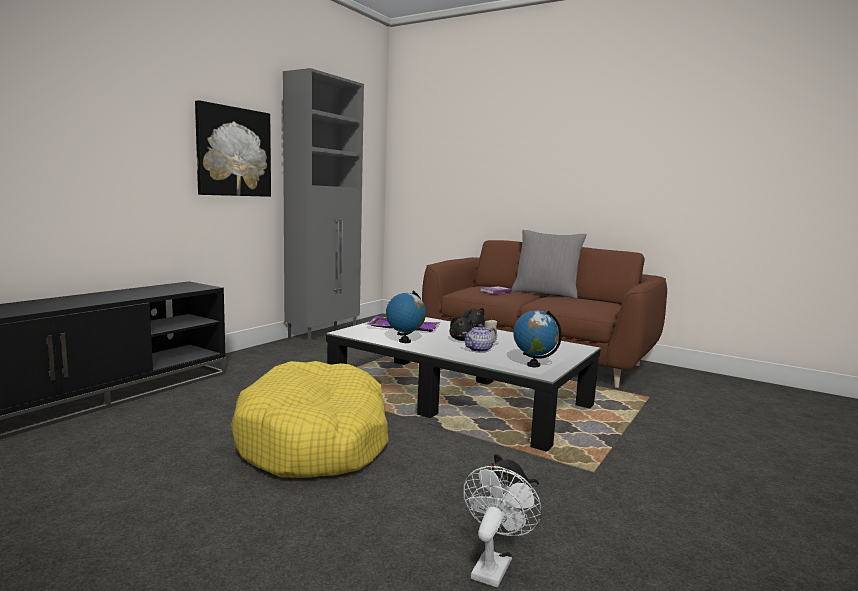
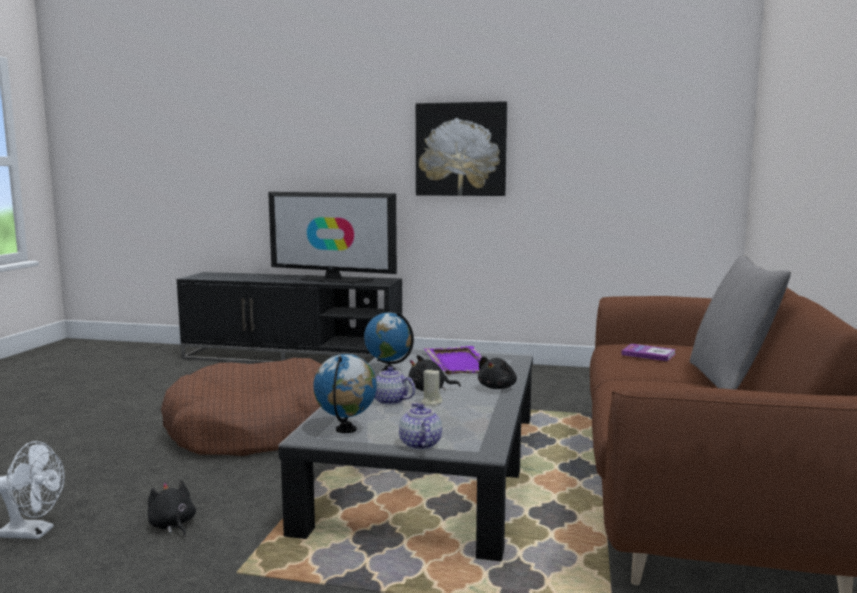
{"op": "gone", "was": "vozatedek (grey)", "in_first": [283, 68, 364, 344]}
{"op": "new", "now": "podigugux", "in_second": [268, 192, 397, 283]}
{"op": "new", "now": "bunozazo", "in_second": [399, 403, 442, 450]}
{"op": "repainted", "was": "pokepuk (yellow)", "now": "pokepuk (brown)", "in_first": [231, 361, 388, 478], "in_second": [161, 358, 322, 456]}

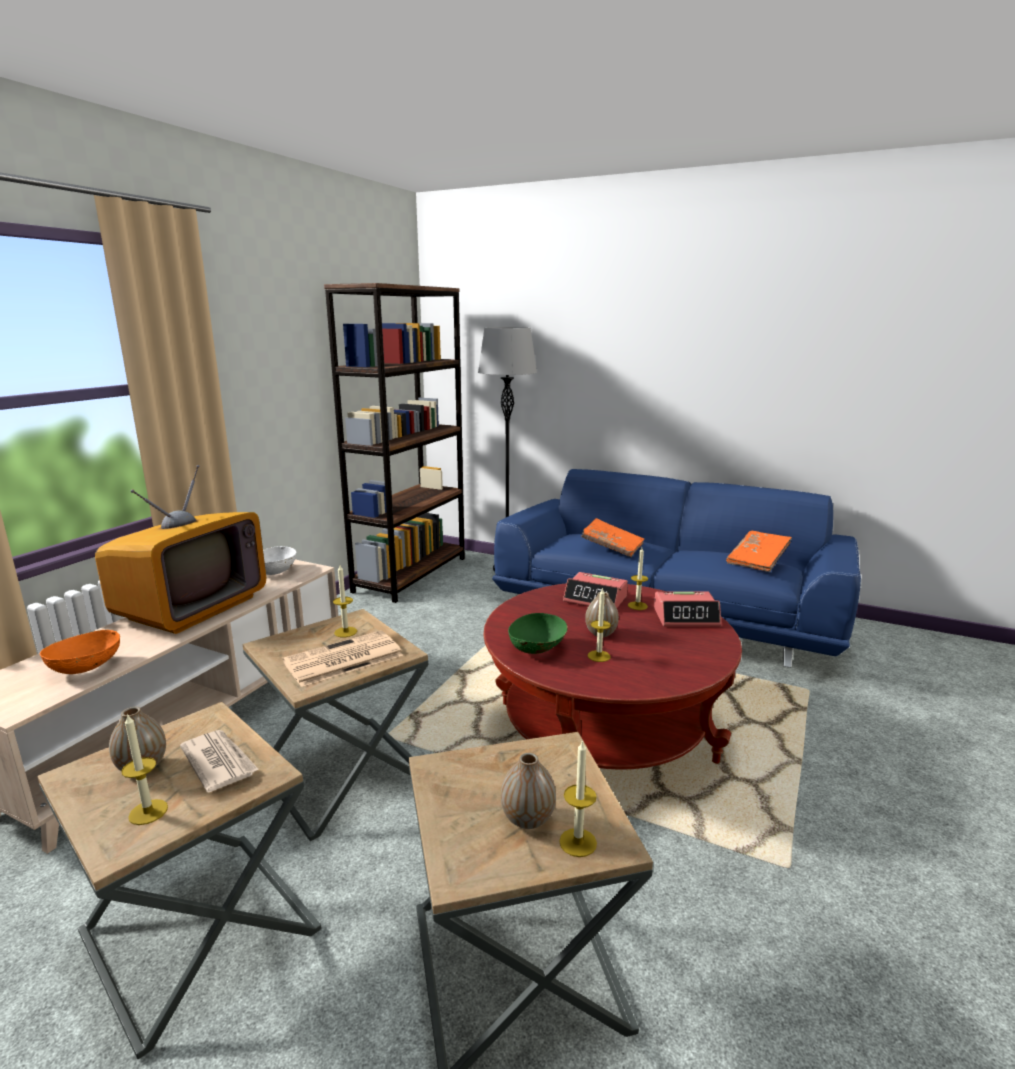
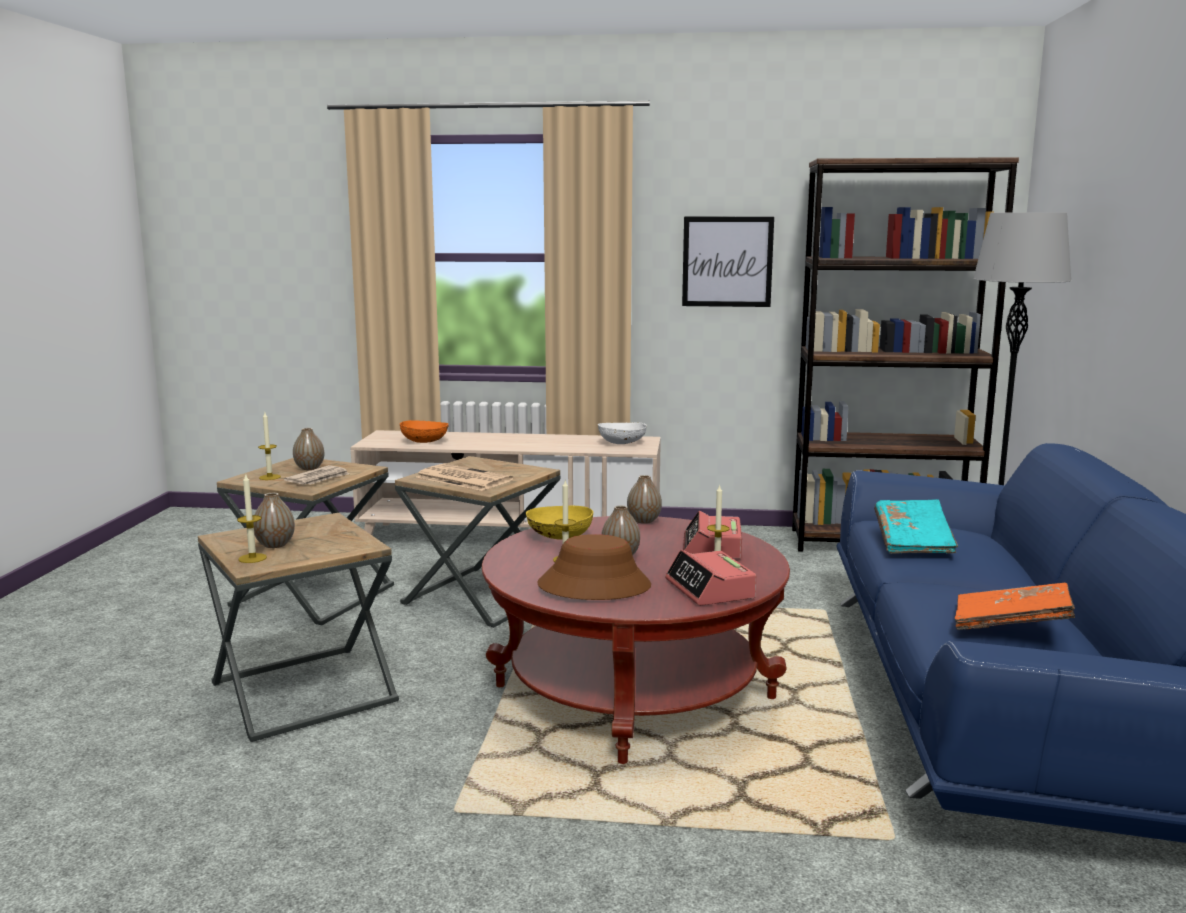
{"op": "gone", "was": "podigugux", "in_first": [95, 465, 266, 634]}
{"op": "gone", "was": "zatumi", "in_first": [333, 565, 357, 637]}
{"op": "new", "now": "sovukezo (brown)", "in_second": [537, 534, 651, 600]}
{"op": "new", "now": "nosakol", "in_second": [627, 475, 662, 524]}
{"op": "new", "now": "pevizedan", "in_second": [682, 217, 774, 307]}
{"op": "repainted", "was": "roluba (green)", "now": "roluba (yellow)", "in_first": [508, 613, 567, 654], "in_second": [526, 506, 593, 540]}
{"op": "repainted", "was": "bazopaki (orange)", "now": "bazopaki (turquoise)", "in_first": [581, 518, 644, 557], "in_second": [874, 499, 958, 553]}

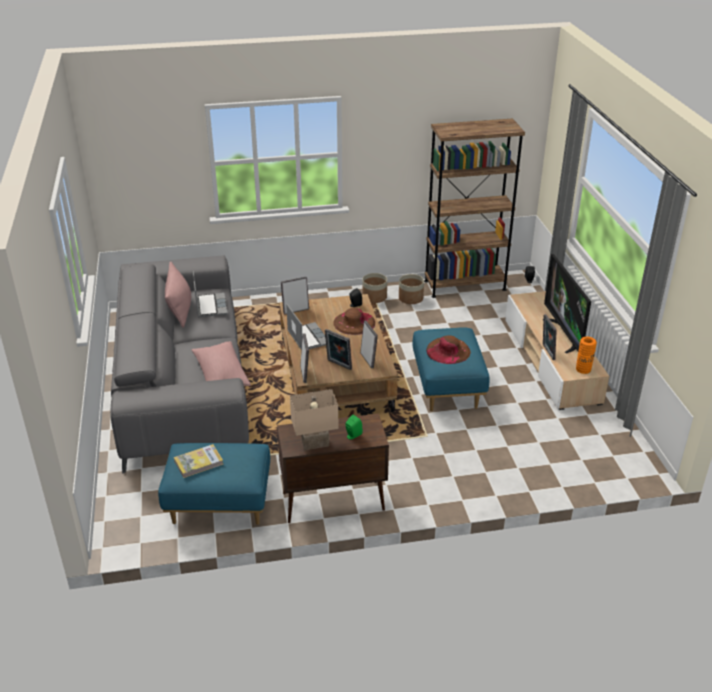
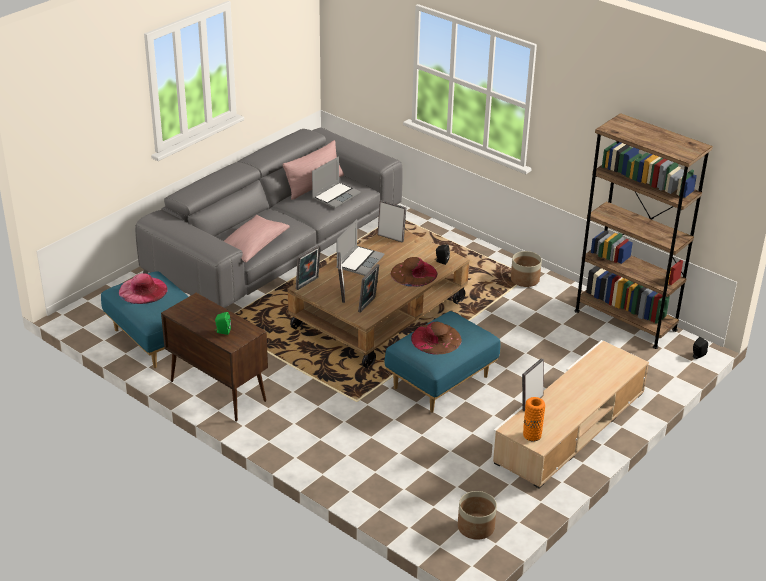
{"op": "gone", "was": "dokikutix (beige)", "in_first": [290, 389, 339, 450]}
{"op": "gone", "was": "podigugux", "in_first": [544, 254, 591, 354]}
{"op": "shifted", "was": "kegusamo", "in_first": [399, 274, 424, 304], "in_second": [458, 491, 497, 540]}
{"op": "swapped", "was": "bazopaki", "now": "sovukezo (pink)", "in_first": [174, 444, 223, 478], "in_second": [119, 273, 168, 304]}

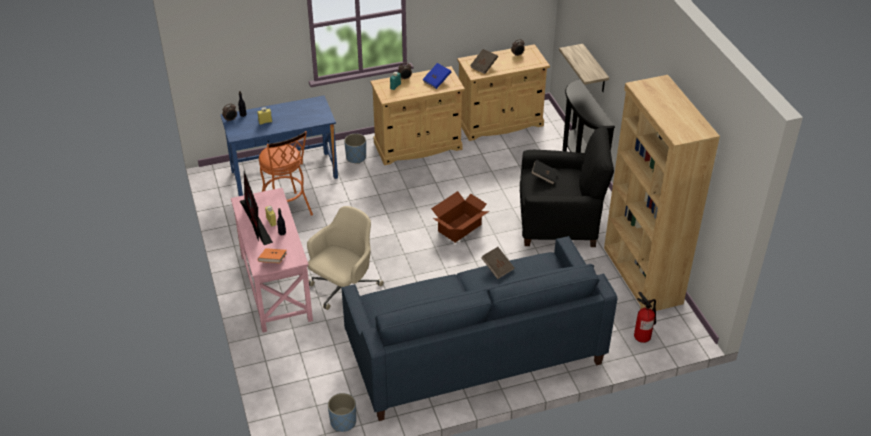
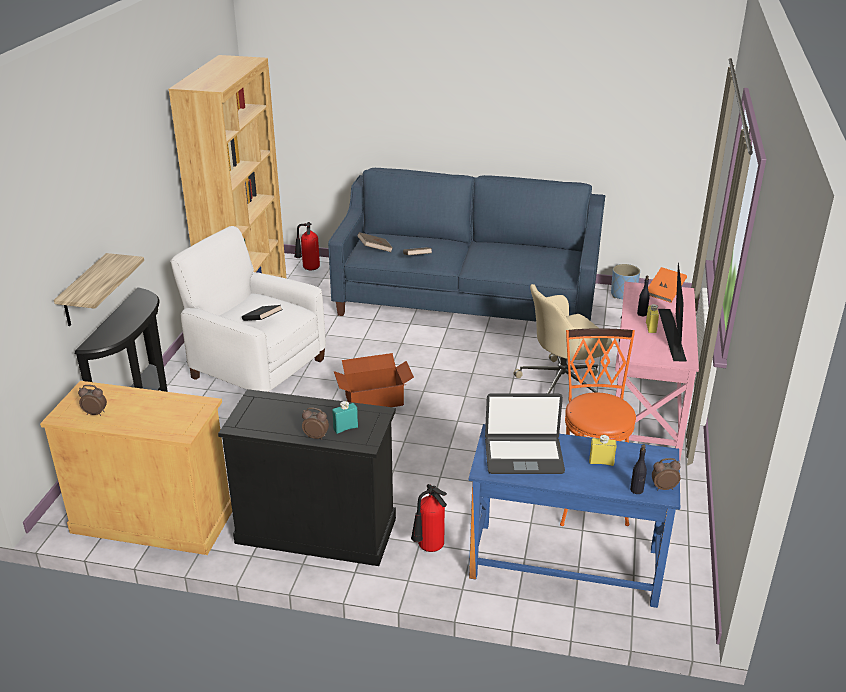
{"op": "gone", "was": "bazopaki (blue)", "in_first": [422, 63, 451, 89]}
{"op": "new", "now": "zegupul", "in_second": [485, 394, 565, 474]}
{"op": "shifted", "was": "bazopaki (brown)", "in_first": [470, 49, 498, 74], "in_second": [357, 232, 393, 252]}
{"op": "swapped", "was": "kegusamo (blue)", "now": "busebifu", "in_first": [344, 134, 366, 164], "in_second": [411, 484, 447, 552]}
{"op": "repainted", "was": "vozatedek (beige)", "now": "vozatedek (black)", "in_first": [370, 66, 465, 165], "in_second": [218, 389, 396, 566]}
{"op": "repainted", "was": "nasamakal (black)", "now": "nasamakal (white)", "in_first": [520, 127, 614, 247], "in_second": [170, 226, 326, 392]}

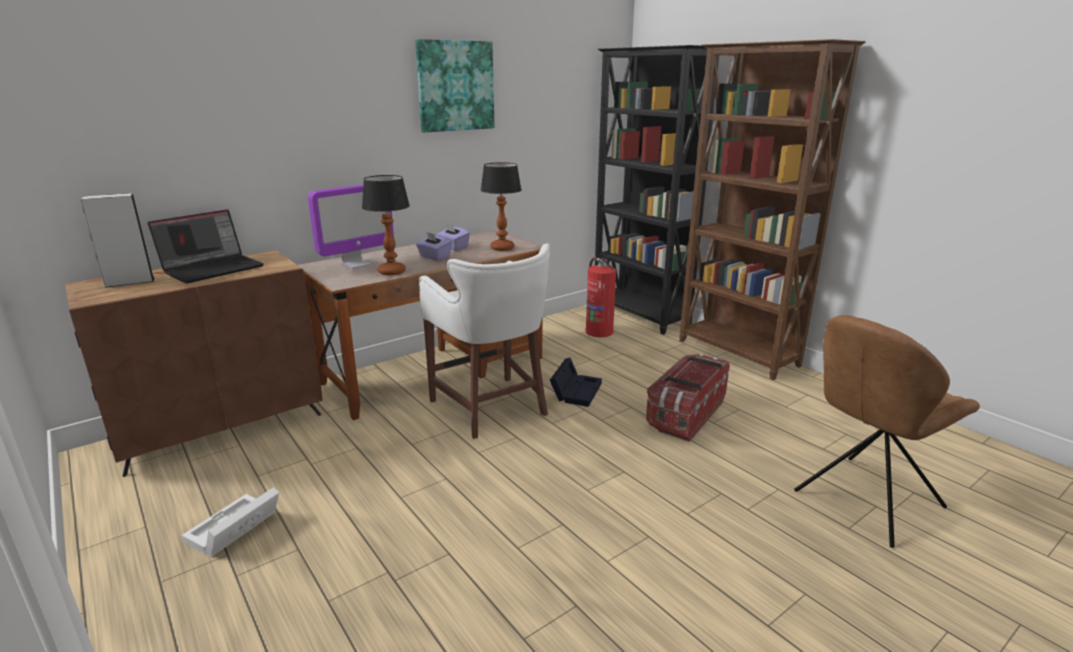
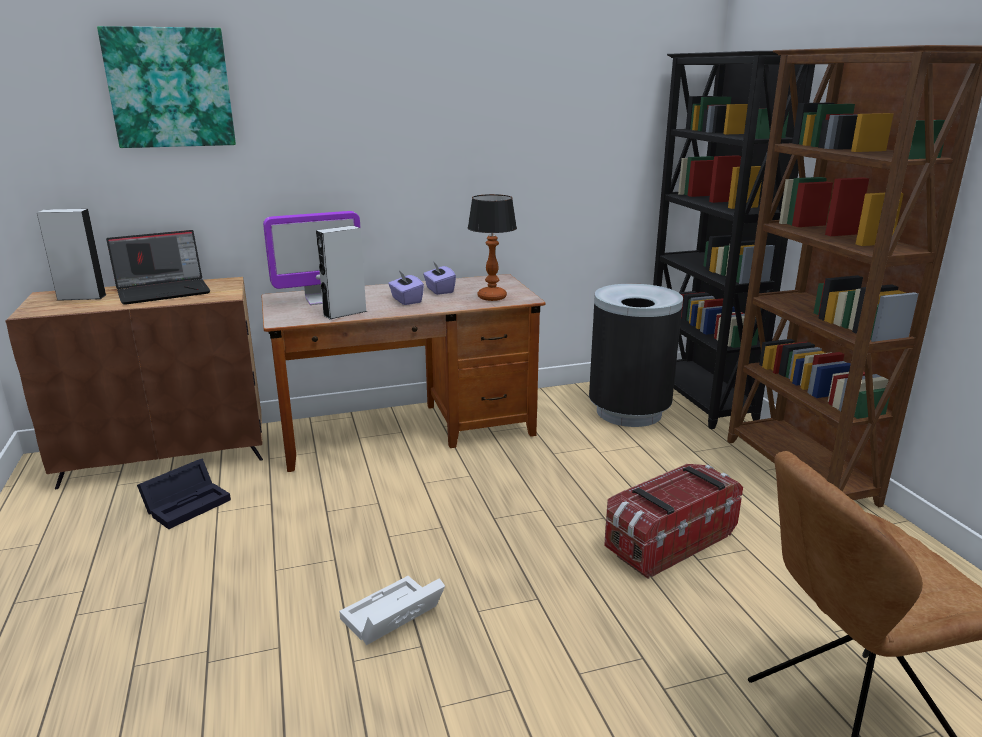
{"op": "gone", "was": "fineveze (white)", "in_first": [419, 243, 550, 439]}
{"op": "shifted", "was": "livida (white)", "in_first": [182, 487, 279, 557], "in_second": [339, 576, 445, 645]}
{"op": "shifted", "was": "pevizedan", "in_first": [415, 39, 495, 132], "in_second": [97, 26, 236, 148]}
{"op": "shifted", "was": "livida (black)", "in_first": [550, 358, 602, 407], "in_second": [137, 459, 231, 529]}
{"op": "swapped", "was": "dokikutix", "now": "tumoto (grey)", "in_first": [362, 175, 410, 275], "in_second": [316, 226, 367, 319]}
{"op": "swapped", "was": "busebifu", "now": "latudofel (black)", "in_first": [585, 255, 616, 337], "in_second": [589, 283, 683, 427]}

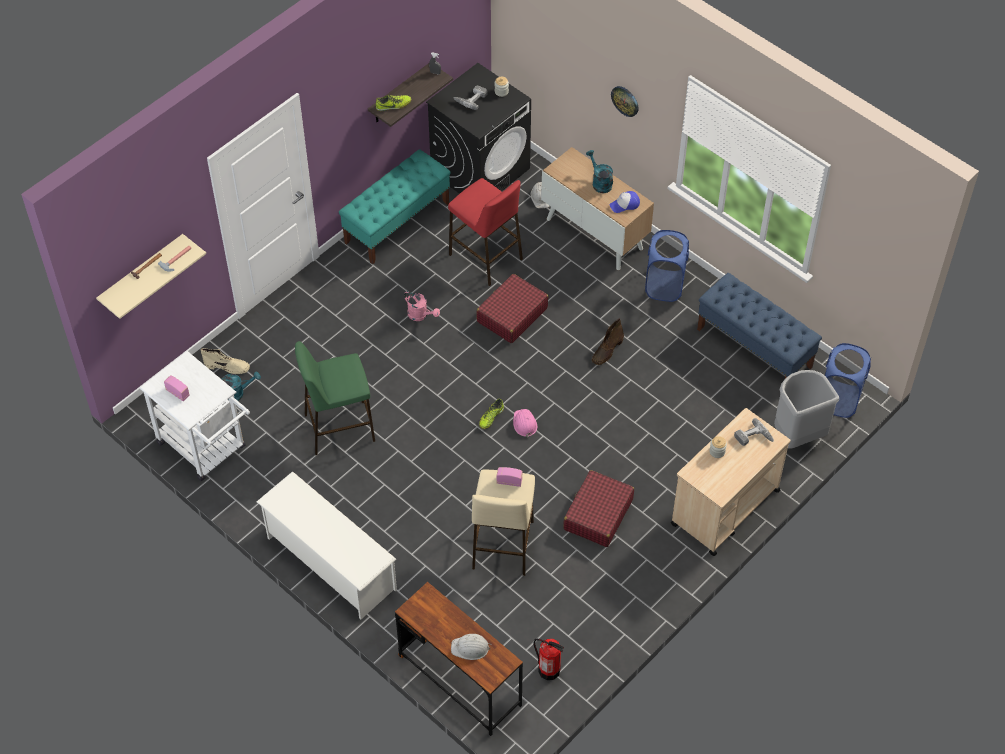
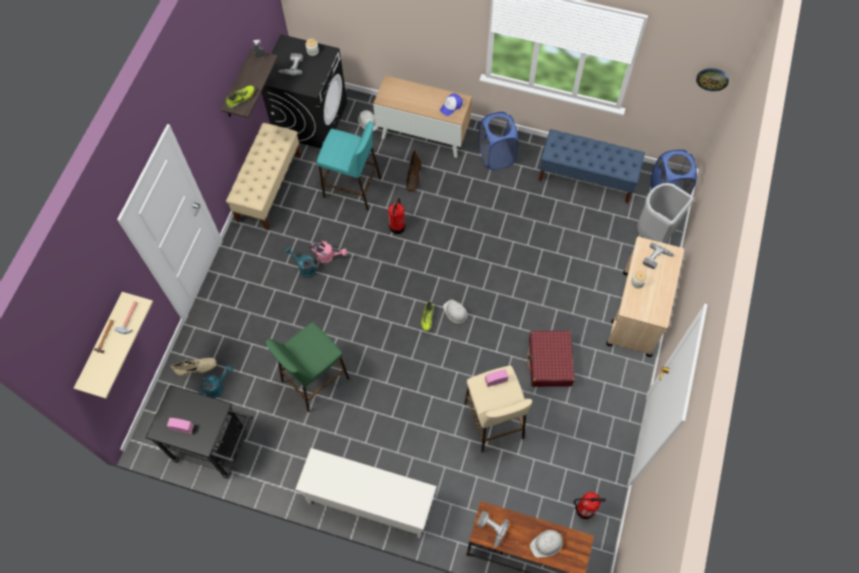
{"op": "new", "now": "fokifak", "in_second": [477, 511, 509, 548]}
{"op": "shifted", "was": "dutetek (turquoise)", "in_first": [586, 150, 613, 193], "in_second": [285, 247, 318, 278]}
{"op": "shifted", "was": "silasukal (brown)", "in_first": [592, 318, 624, 365], "in_second": [406, 150, 421, 192]}
{"op": "shifted", "was": "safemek", "in_first": [611, 86, 639, 117], "in_second": [696, 68, 729, 91]}
{"op": "swapped", "was": "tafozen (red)", "now": "busebifu", "in_first": [476, 274, 548, 343], "in_second": [388, 198, 406, 234]}
{"op": "repainted", "was": "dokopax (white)", "now": "dokopax (black)", "in_first": [140, 351, 250, 481], "in_second": [146, 385, 253, 479]}
{"op": "repainted", "was": "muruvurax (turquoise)", "now": "muruvurax (beige)", "in_first": [339, 149, 451, 264], "in_second": [226, 123, 301, 230]}
{"op": "repainted", "was": "fineveze (red)", "now": "fineveze (turquoise)", "in_first": [448, 178, 523, 286], "in_second": [317, 121, 381, 210]}
{"op": "repainted", "was": "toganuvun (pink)", "now": "toganuvun (white)", "in_first": [513, 409, 537, 438], "in_second": [443, 299, 468, 323]}

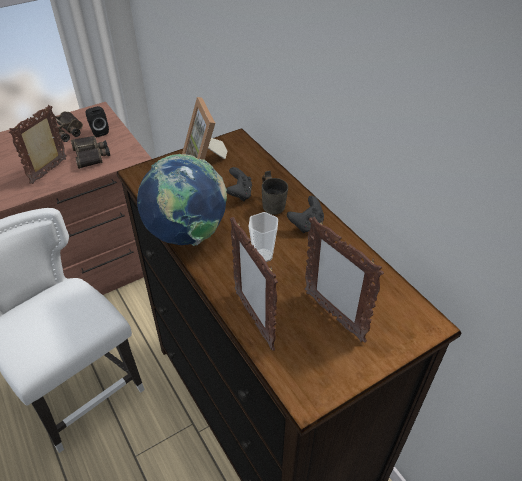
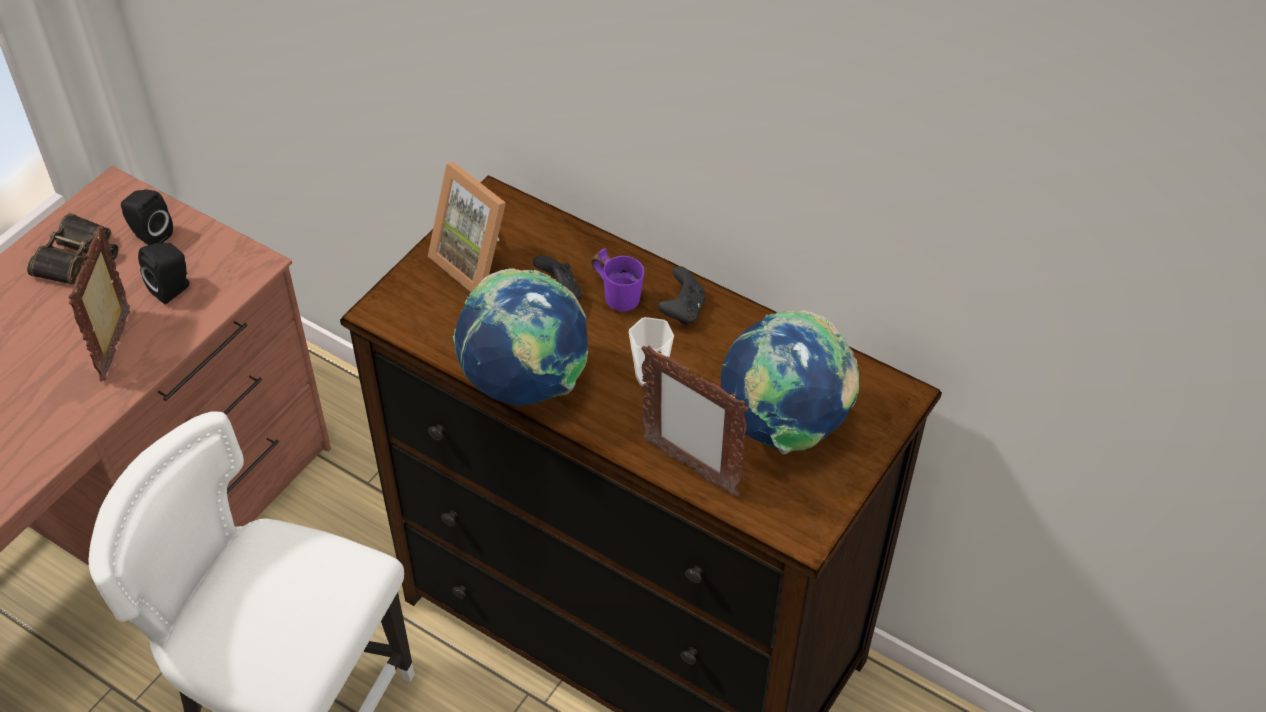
{"op": "swapped", "was": "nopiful", "now": "tumoto (black)", "in_first": [71, 136, 110, 169], "in_second": [138, 243, 189, 304]}
{"op": "swapped", "was": "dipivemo", "now": "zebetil", "in_first": [304, 217, 384, 343], "in_second": [721, 310, 859, 455]}
{"op": "repainted", "was": "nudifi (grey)", "now": "nudifi (purple)", "in_first": [262, 171, 288, 215], "in_second": [591, 248, 644, 312]}

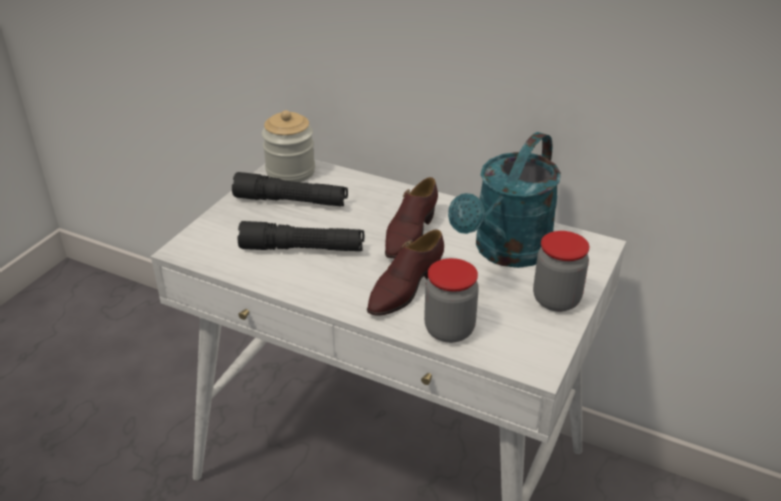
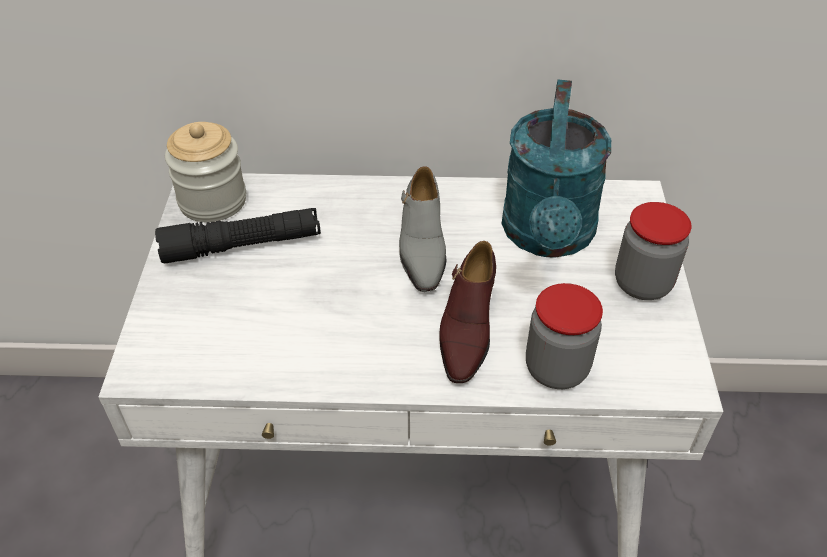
{"op": "gone", "was": "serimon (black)", "in_first": [237, 221, 364, 251]}
{"op": "repainted", "was": "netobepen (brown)", "now": "netobepen (grey)", "in_first": [385, 177, 438, 259], "in_second": [399, 166, 446, 292]}

